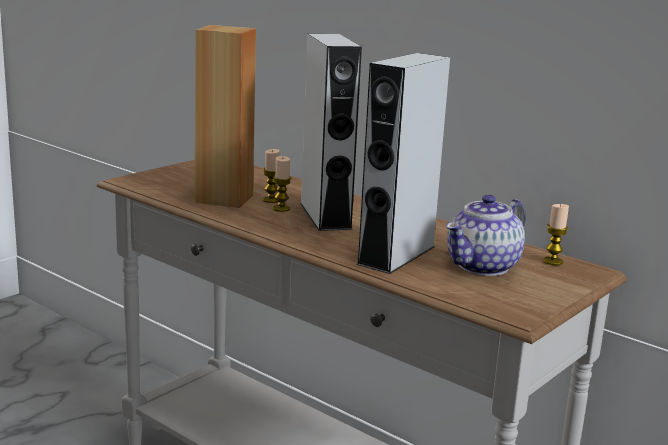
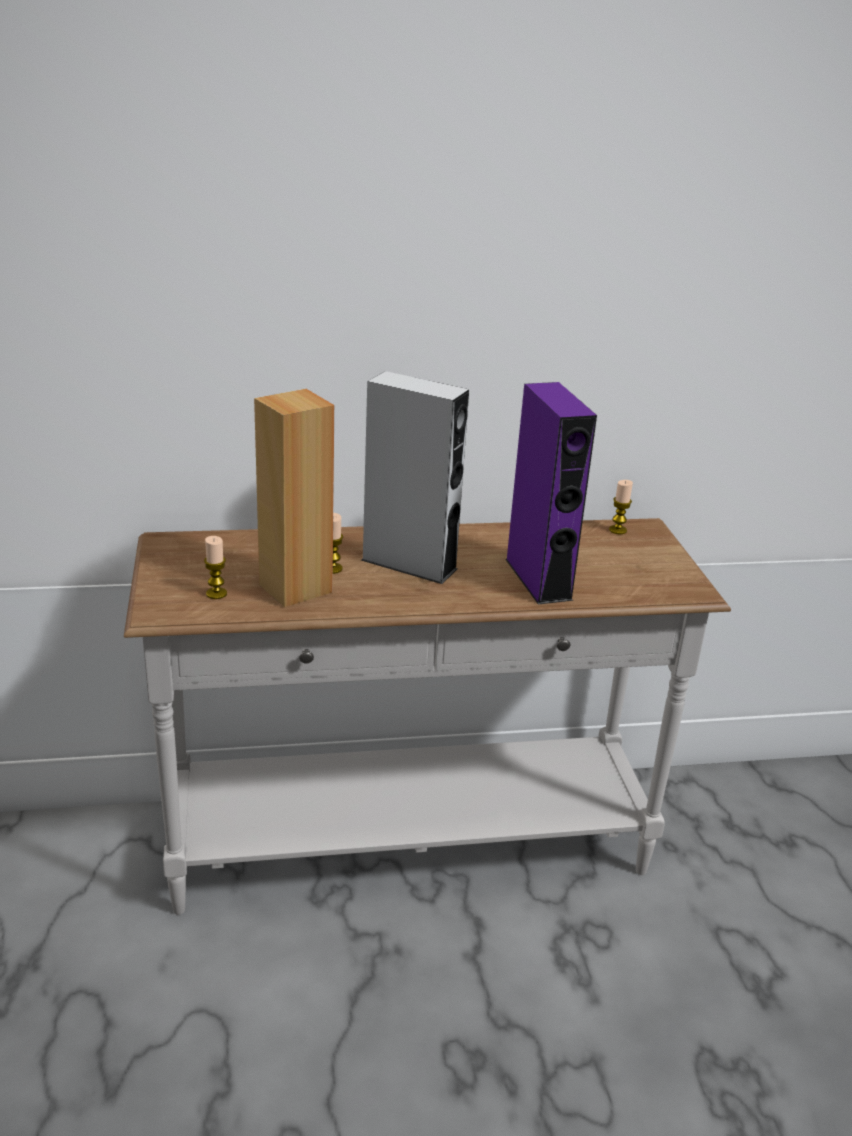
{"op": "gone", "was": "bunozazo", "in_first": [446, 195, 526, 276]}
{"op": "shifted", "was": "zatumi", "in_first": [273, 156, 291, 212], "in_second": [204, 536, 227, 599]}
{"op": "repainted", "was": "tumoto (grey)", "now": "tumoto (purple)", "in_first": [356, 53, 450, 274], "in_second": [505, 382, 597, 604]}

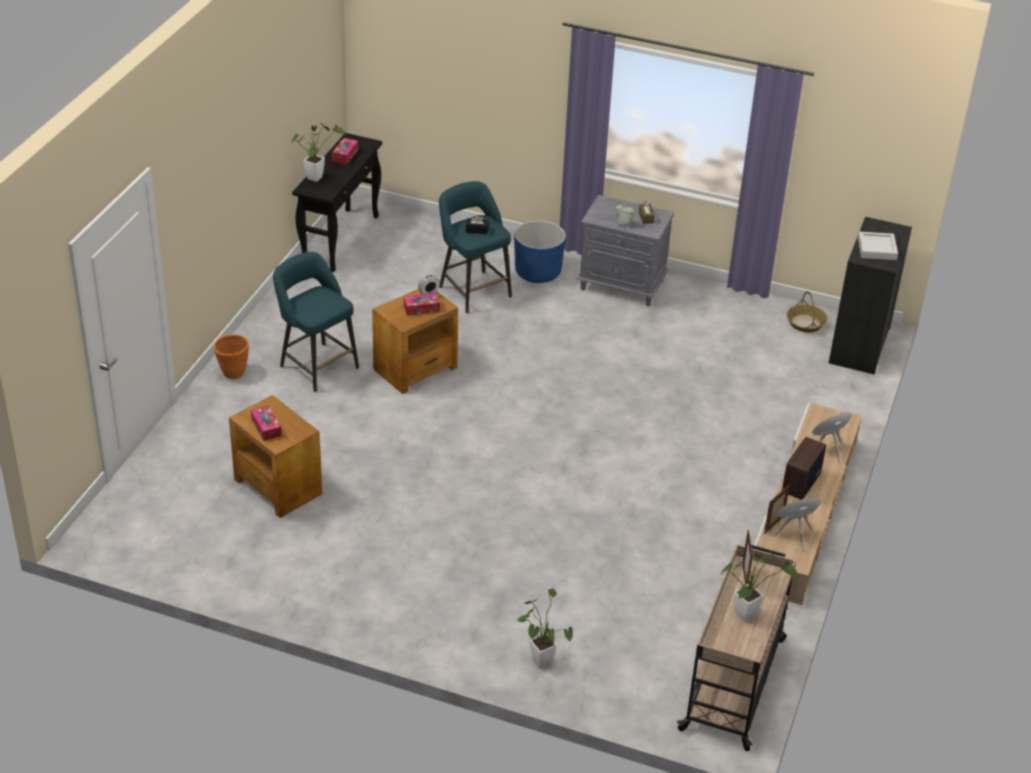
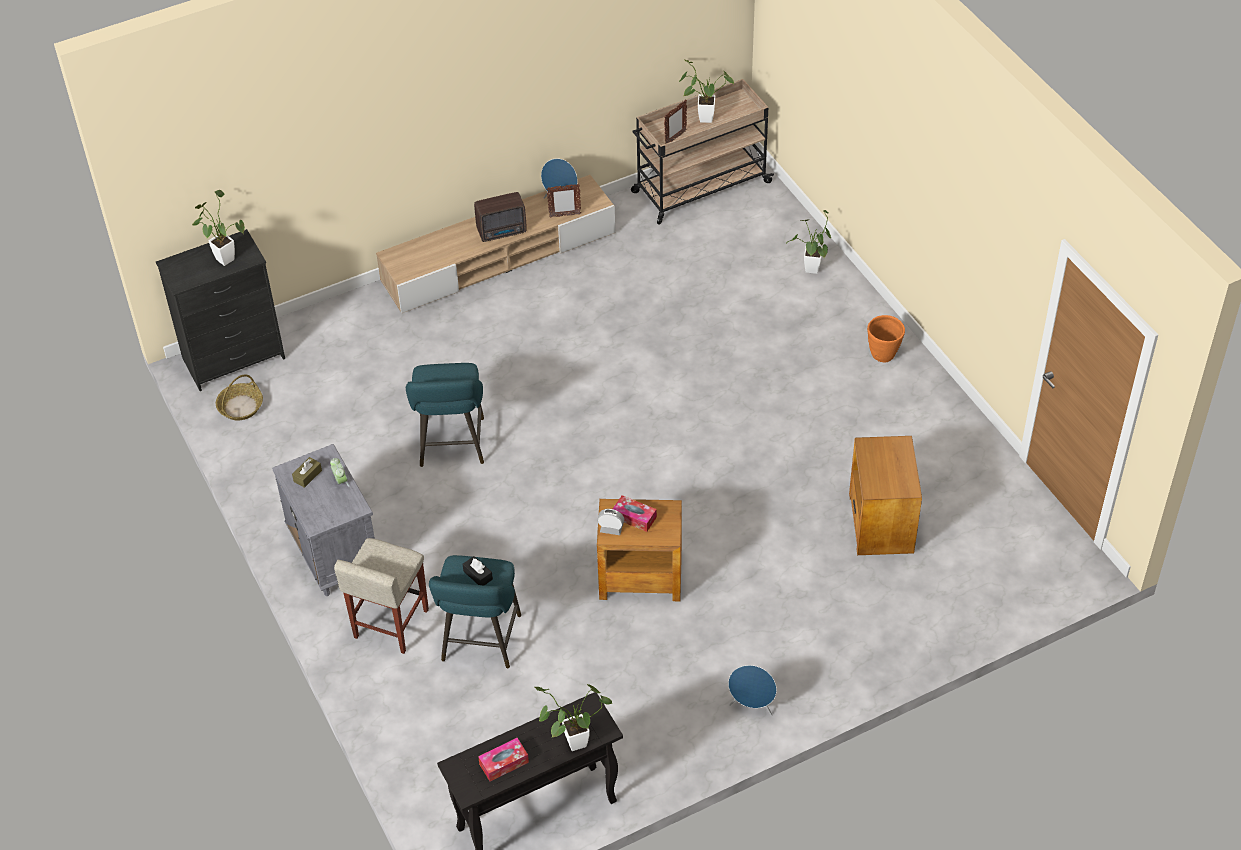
{"op": "gone", "was": "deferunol", "in_first": [251, 405, 282, 441]}
{"op": "shifted", "was": "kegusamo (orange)", "in_first": [214, 334, 249, 379], "in_second": [867, 315, 905, 363]}
{"op": "shifted", "was": "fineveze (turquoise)", "in_first": [273, 252, 359, 392], "in_second": [406, 363, 484, 467]}
{"op": "shifted", "was": "tumoto (blue)", "in_first": [812, 413, 852, 465], "in_second": [728, 665, 777, 716]}
{"op": "swapped", "was": "kegusamo (blue)", "now": "fineveze (beige)", "in_first": [514, 220, 566, 283], "in_second": [334, 538, 429, 654]}
{"op": "swapped", "was": "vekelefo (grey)", "now": "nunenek", "in_first": [858, 232, 898, 260], "in_second": [192, 190, 245, 266]}

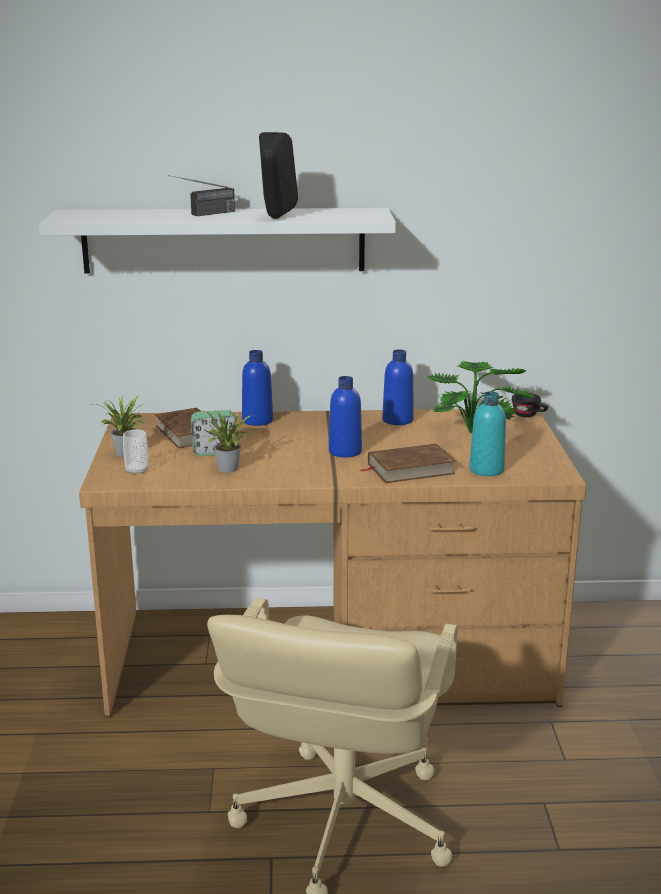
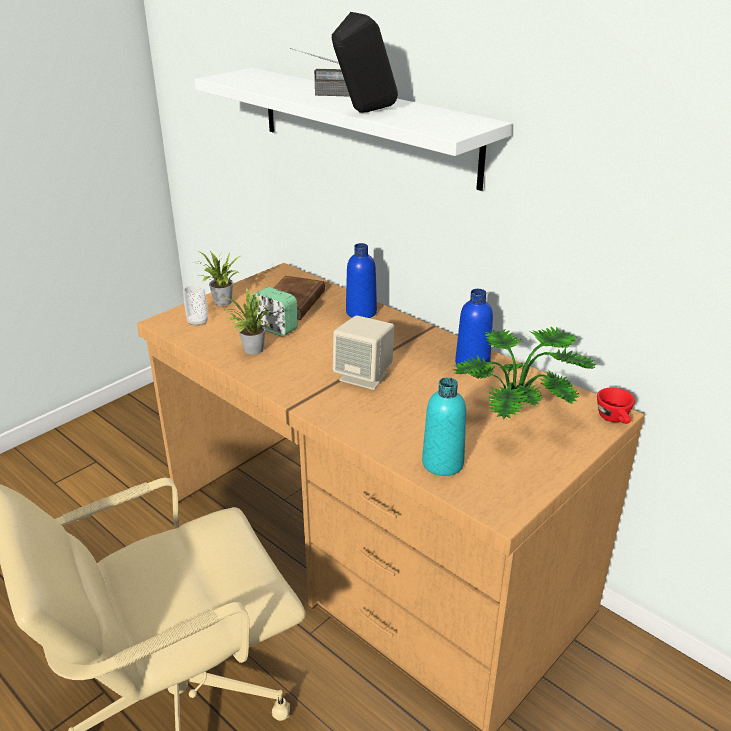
{"op": "gone", "was": "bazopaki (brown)", "in_first": [360, 444, 456, 483]}
{"op": "swapped", "was": "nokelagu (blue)", "now": "tumoto (beige)", "in_first": [329, 376, 362, 457], "in_second": [333, 315, 395, 390]}
{"op": "repainted", "was": "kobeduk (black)", "now": "kobeduk (red)", "in_first": [512, 393, 548, 417], "in_second": [597, 388, 635, 424]}

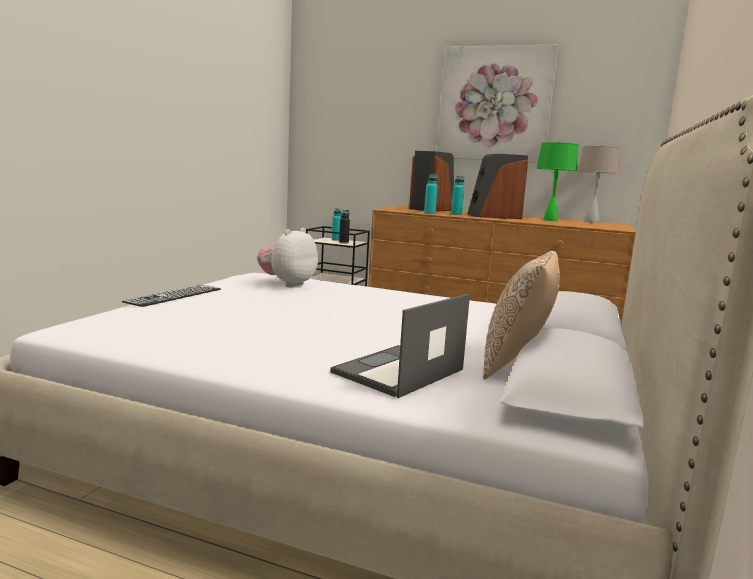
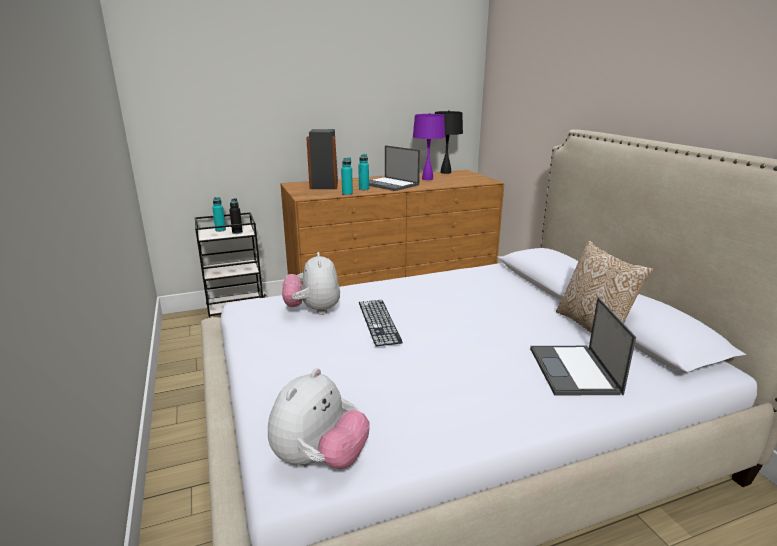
{"op": "gone", "was": "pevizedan", "in_first": [437, 45, 558, 163]}
{"op": "new", "now": "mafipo", "in_second": [268, 368, 370, 469]}
{"op": "shifted", "was": "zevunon", "in_first": [122, 284, 221, 307], "in_second": [359, 300, 403, 346]}
{"op": "swapped", "was": "tumoto", "now": "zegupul", "in_first": [467, 154, 528, 219], "in_second": [369, 145, 420, 191]}
{"op": "repainted", "was": "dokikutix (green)", "now": "dokikutix (purple)", "in_first": [537, 141, 579, 221], "in_second": [413, 113, 445, 180]}
{"op": "repainted", "was": "dokikutix (beige)", "now": "dokikutix (black)", "in_first": [578, 145, 620, 223], "in_second": [435, 110, 463, 174]}

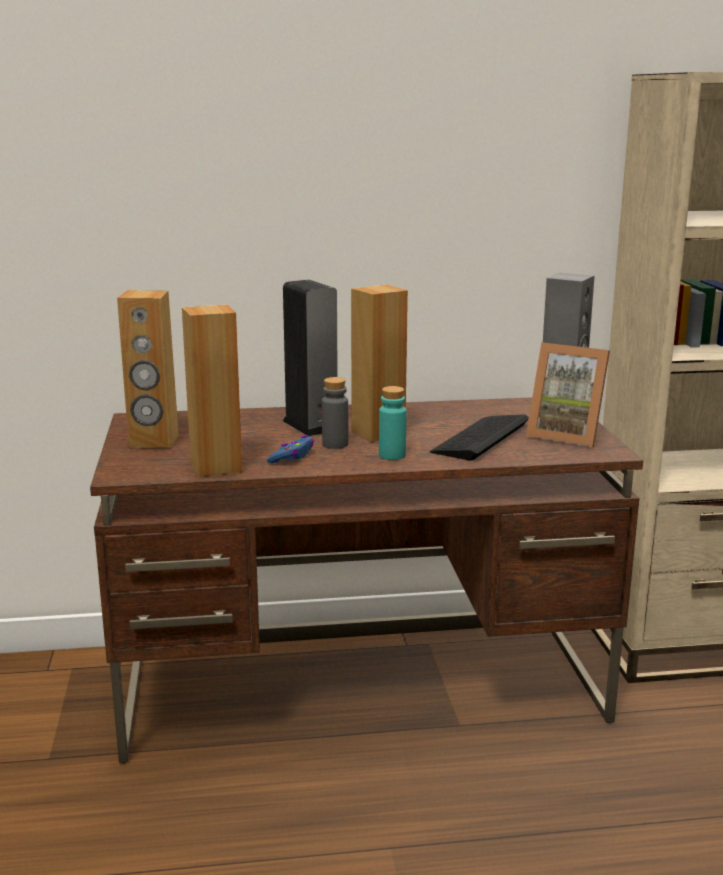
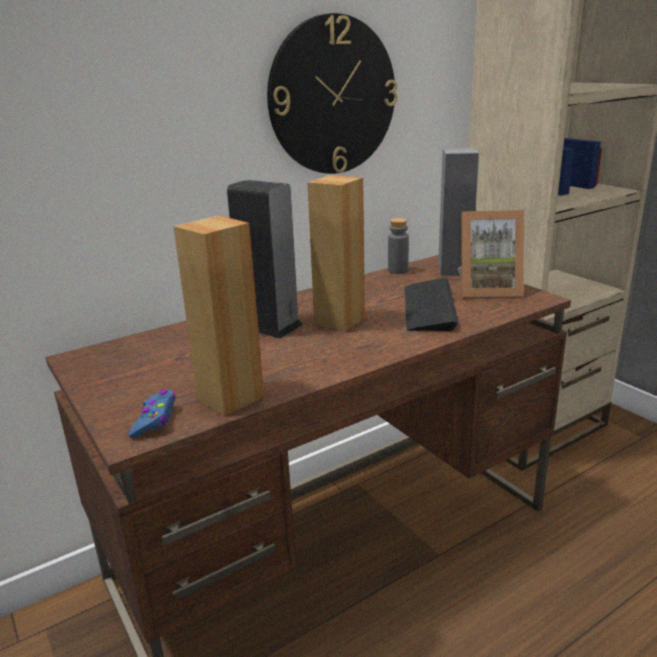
{"op": "gone", "was": "tumoto (brown)", "in_first": [117, 290, 179, 448]}
{"op": "gone", "was": "nokelagu (turquoise)", "in_first": [379, 386, 406, 460]}
{"op": "new", "now": "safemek", "in_second": [267, 13, 397, 174]}
{"op": "shifted", "was": "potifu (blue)", "in_first": [267, 435, 314, 463], "in_second": [128, 389, 175, 438]}
{"op": "shifted", "was": "nokelagu (grey)", "in_first": [322, 377, 348, 449], "in_second": [388, 218, 409, 274]}

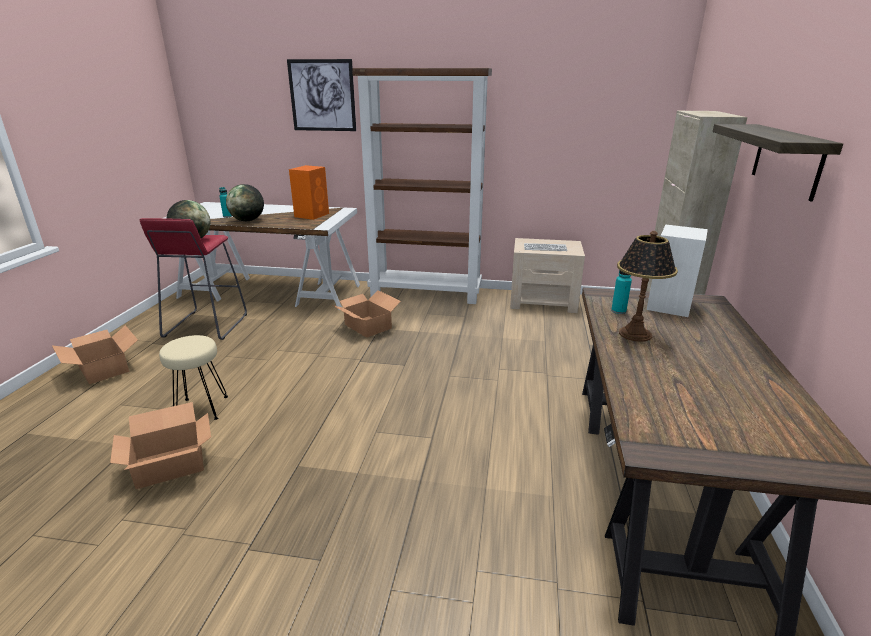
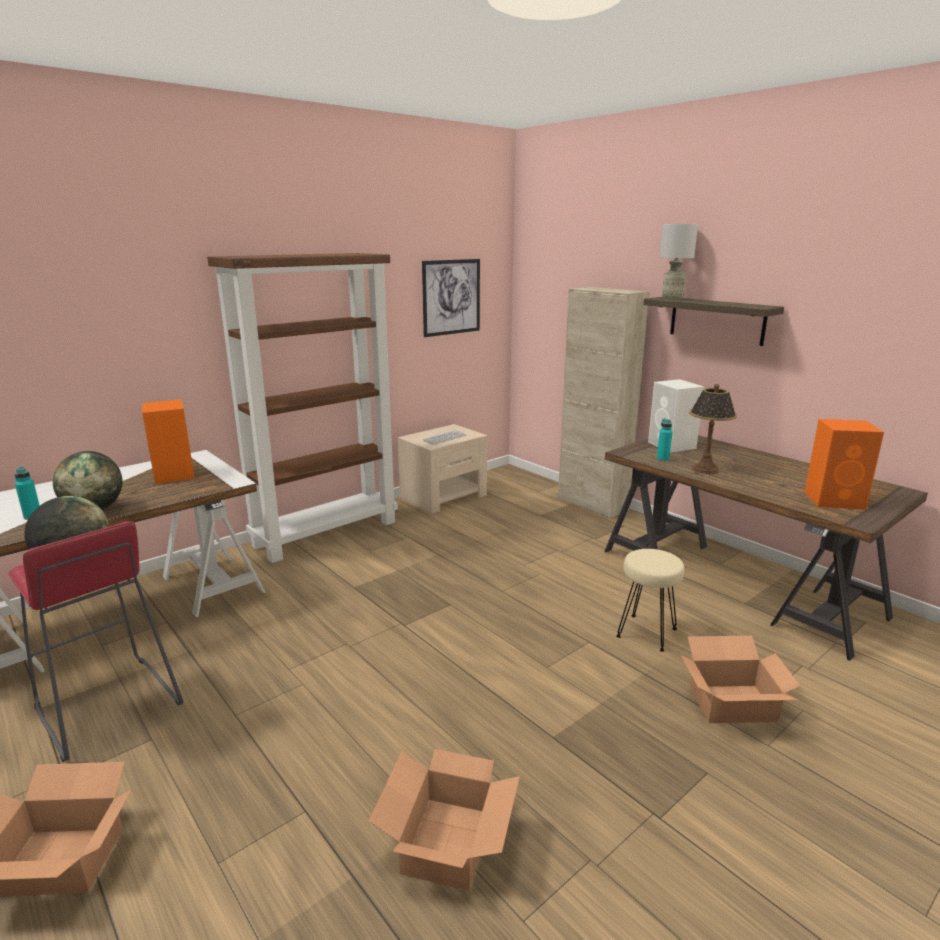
{"op": "new", "now": "dokikutix (grey)", "in_second": [660, 224, 698, 300]}
{"op": "new", "now": "tumoto (orange)", "in_second": [805, 419, 884, 510]}
{"op": "shifted", "was": "fineveze (beige)", "in_first": [159, 335, 228, 420], "in_second": [616, 549, 684, 652]}
{"op": "shifted", "was": "pevizedan", "in_first": [287, 59, 356, 131], "in_second": [422, 259, 480, 337]}
{"op": "shifted", "was": "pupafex", "in_first": [332, 290, 401, 338], "in_second": [681, 636, 800, 723]}

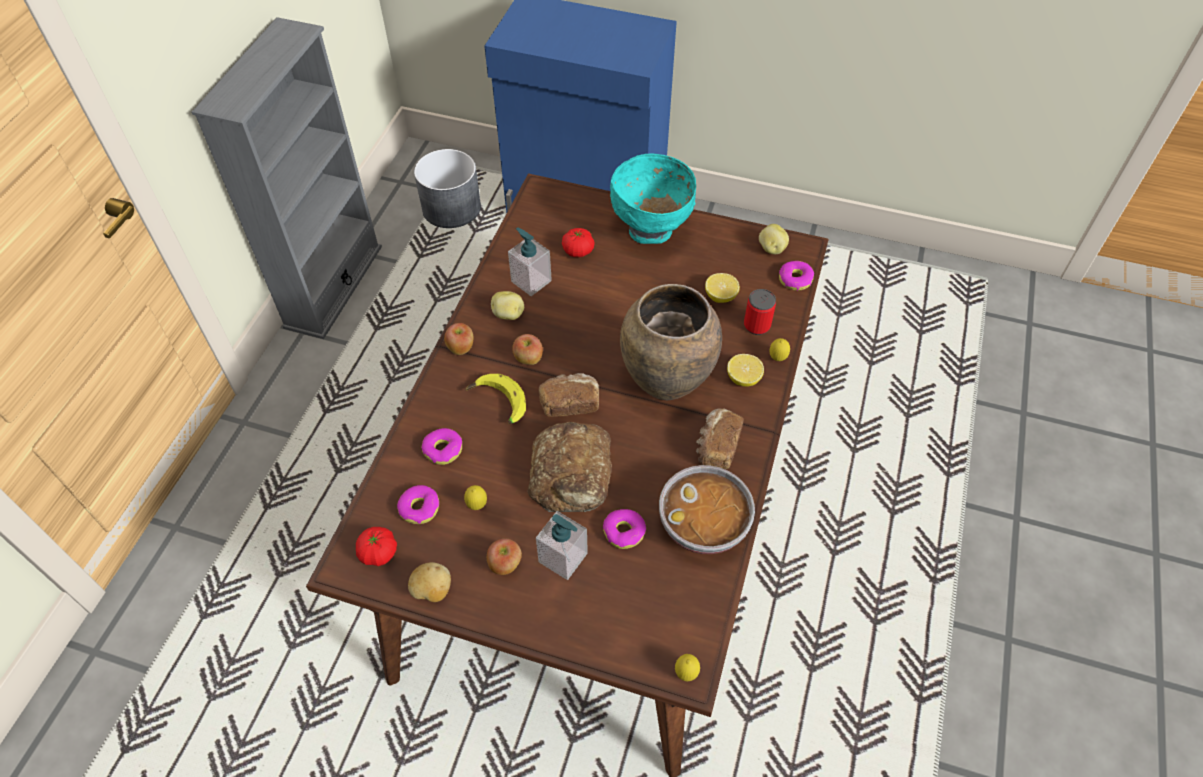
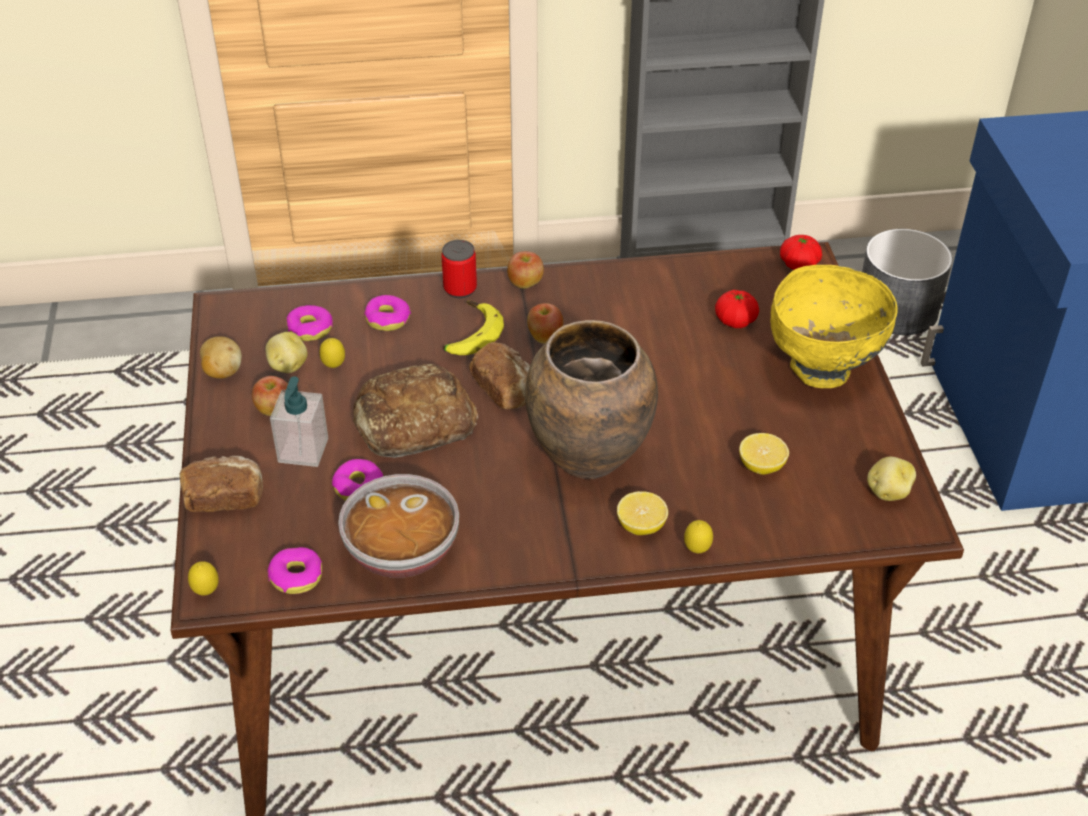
{"op": "gone", "was": "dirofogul", "in_first": [508, 227, 552, 296]}
{"op": "shifted", "was": "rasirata", "in_first": [356, 527, 397, 566], "in_second": [780, 235, 822, 270]}
{"op": "shifted", "was": "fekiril", "in_first": [491, 291, 524, 320], "in_second": [265, 332, 308, 373]}
{"op": "shifted", "was": "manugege", "in_first": [696, 408, 743, 469], "in_second": [180, 456, 263, 512]}
{"op": "shifted", "was": "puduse", "in_first": [744, 289, 776, 335], "in_second": [441, 240, 477, 298]}
{"op": "shifted", "was": "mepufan", "in_first": [779, 261, 814, 291], "in_second": [268, 547, 322, 594]}
{"op": "repainted", "was": "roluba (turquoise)", "now": "roluba (yellow)", "in_first": [610, 153, 696, 244], "in_second": [770, 265, 898, 388]}

